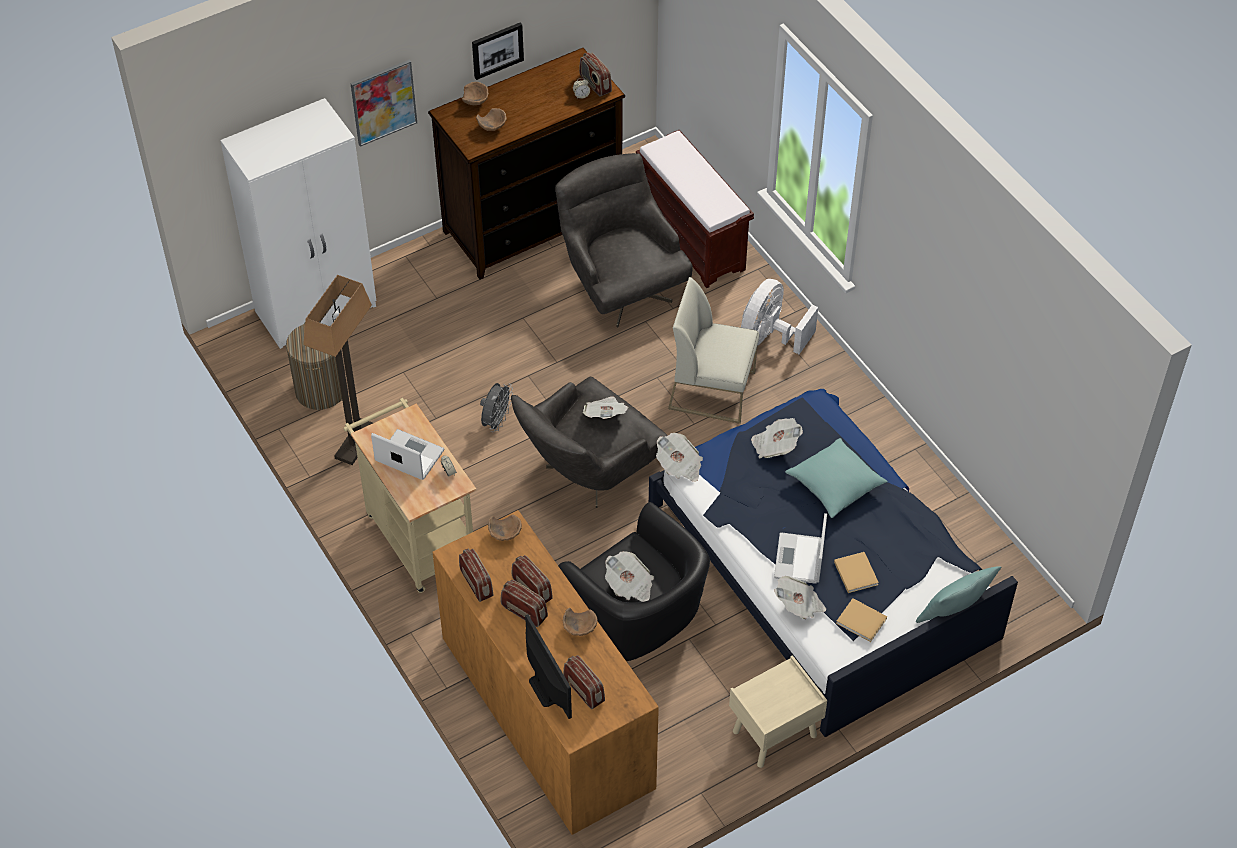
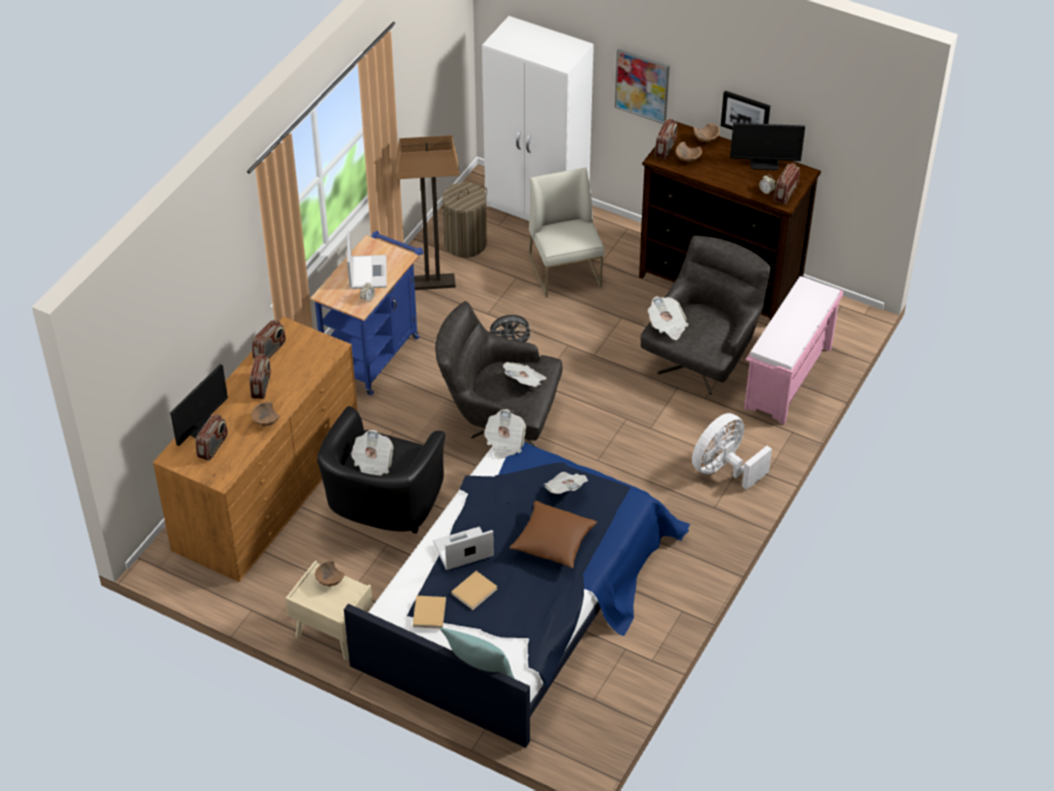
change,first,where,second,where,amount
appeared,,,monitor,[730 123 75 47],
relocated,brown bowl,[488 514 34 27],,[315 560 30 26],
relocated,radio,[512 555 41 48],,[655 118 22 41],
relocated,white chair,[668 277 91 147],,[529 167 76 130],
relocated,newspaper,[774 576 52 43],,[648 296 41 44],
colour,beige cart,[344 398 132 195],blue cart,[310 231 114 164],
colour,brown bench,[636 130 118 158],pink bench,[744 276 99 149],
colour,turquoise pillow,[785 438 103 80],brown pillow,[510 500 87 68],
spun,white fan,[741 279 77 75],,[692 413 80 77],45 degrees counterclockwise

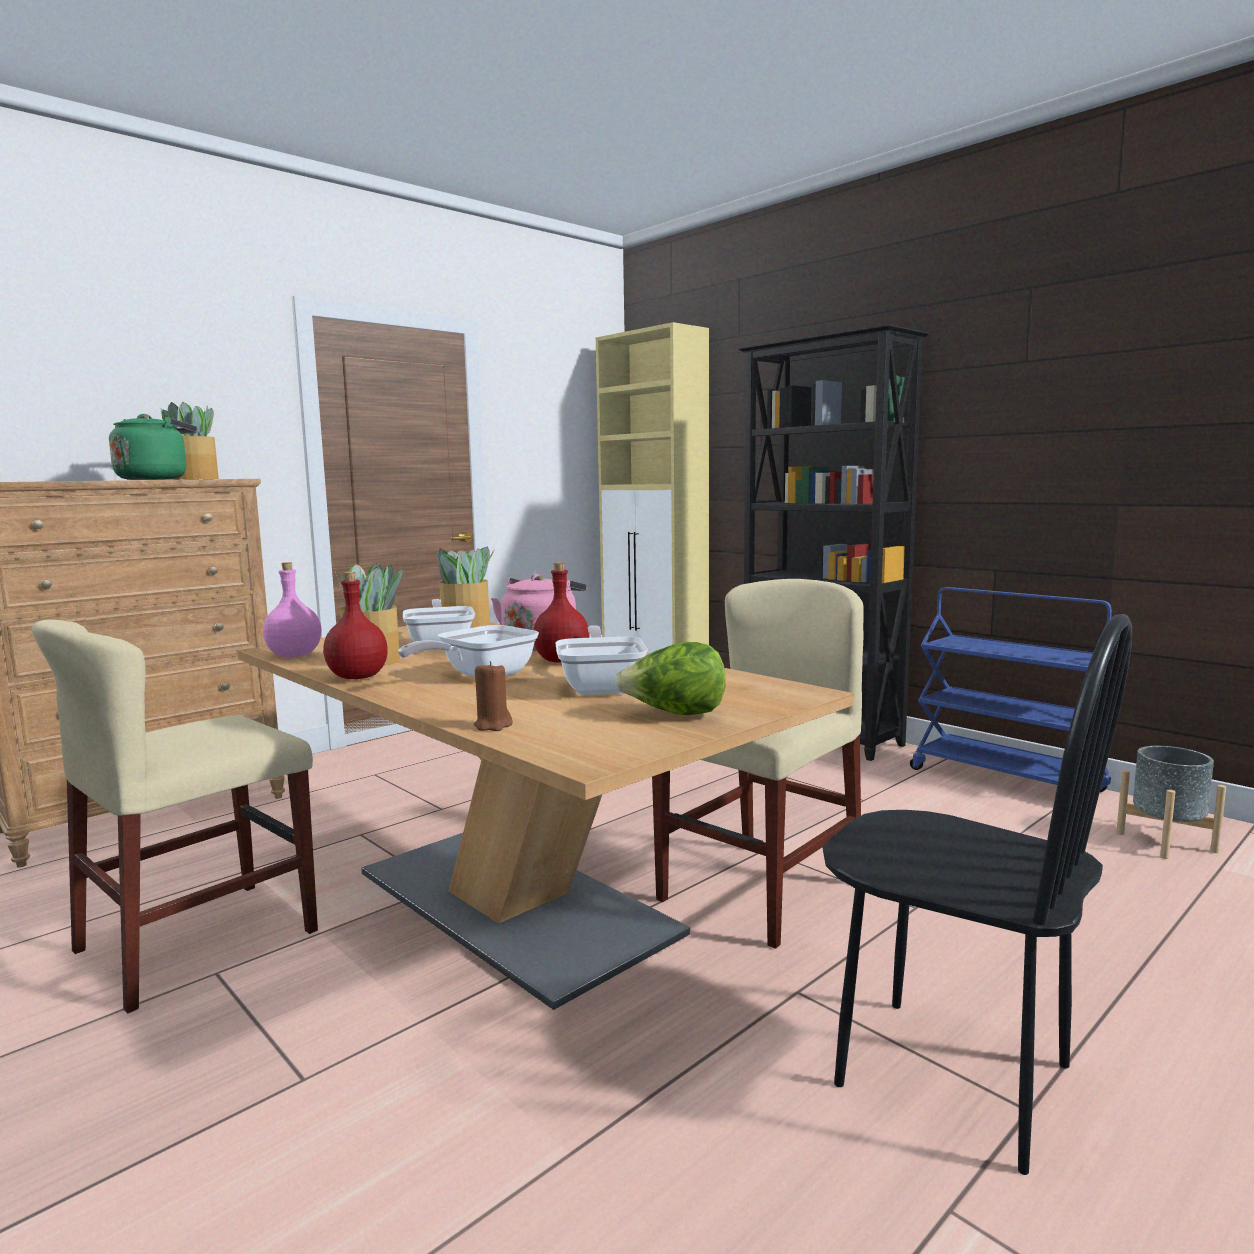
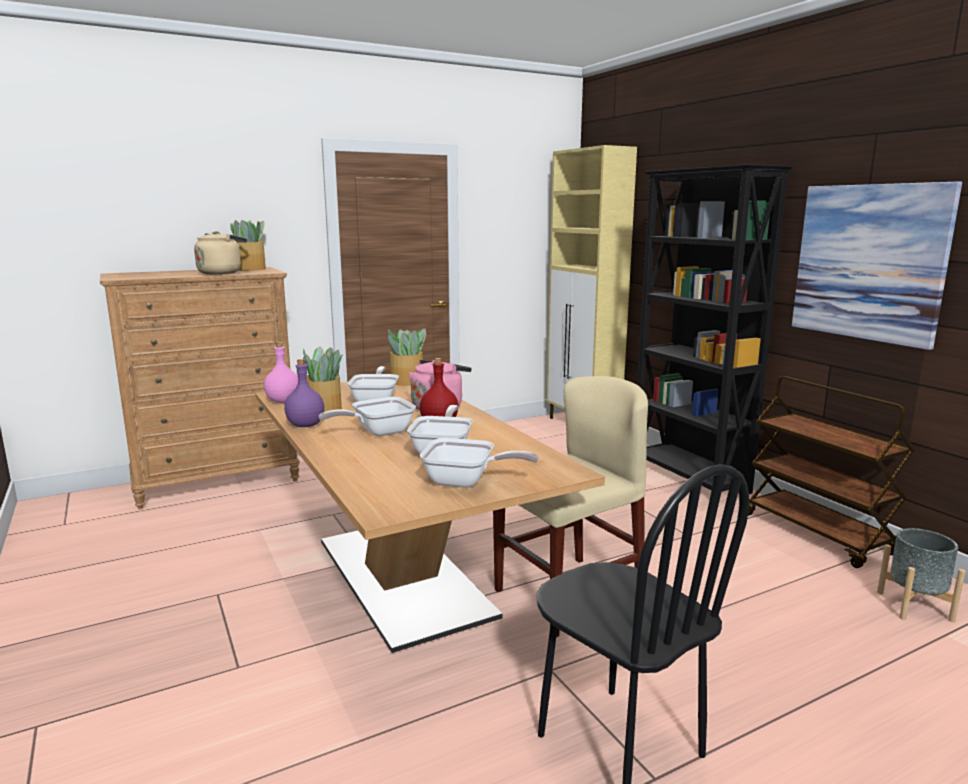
change,first,where,second,where,amount
missing,beige chair,[32 619 286 395],,,
missing,brown candle,[474 661 39 70],,,
appeared,,,picture,[792 182 170 168],
exchanged,lettuce,[614 642 112 73],frying pan,[420 438 119 50],
colour,green kettle,[109 414 88 66],beige kettle,[194 231 53 43],
colour,red bottle,[323 572 65 107],purple bottle,[284 359 40 68],
colour,blue cart,[910 587 202 205],brown cart,[748 376 167 192],

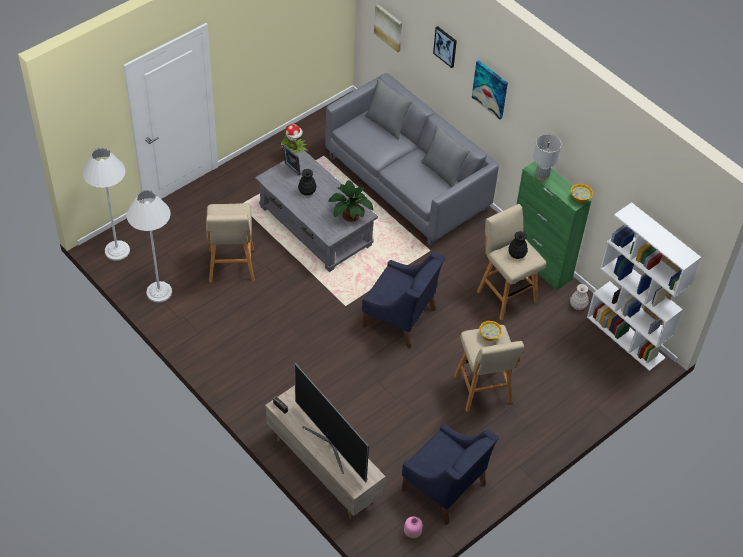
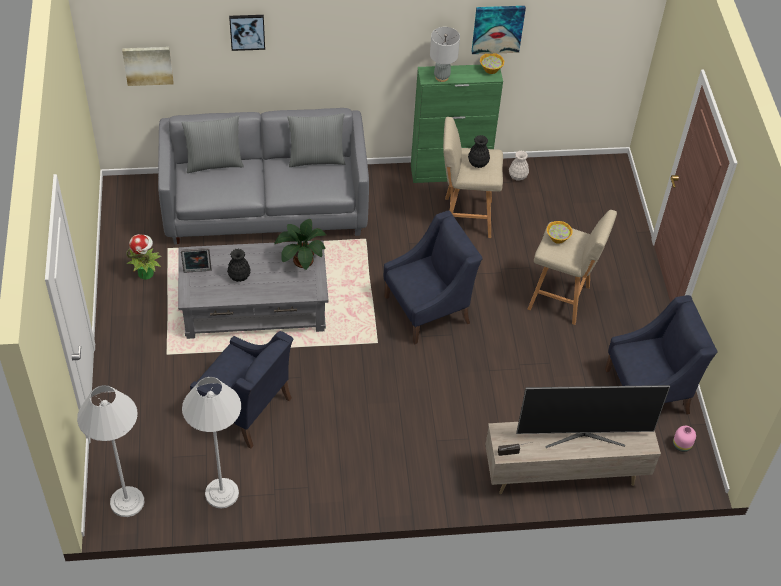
change,first,where,second,where,amount
missing,white bookcase,[587 202 114 169],,,
relocated,picture,[472 60 36 60],,[471 6 55 48],
exchanged,beige stool,[206 203 49 79],blue armchair,[190 331 103 118],

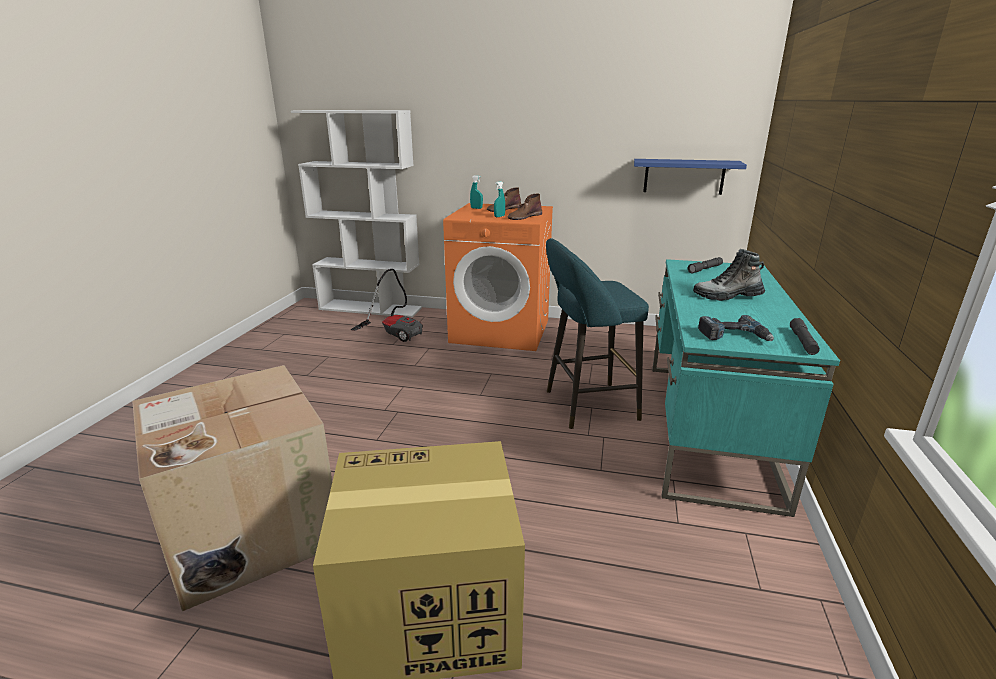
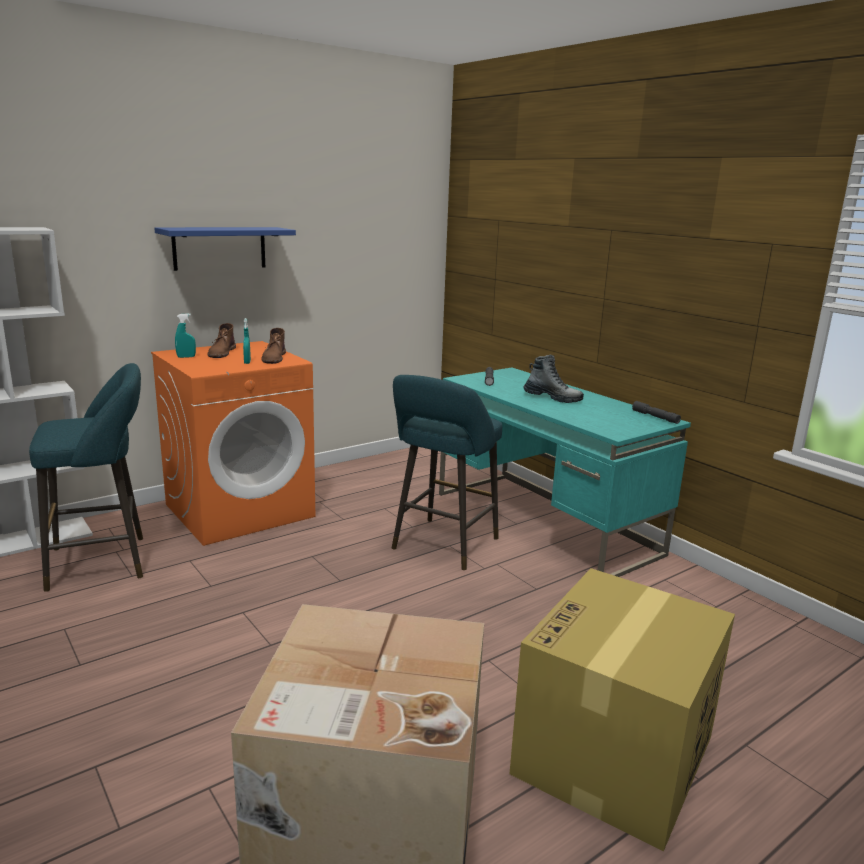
change,first,where,second,where,amount
missing,power drill,[698 315 76 26],,,
relocated,blue shelf,[634 159 113 36],,[154 227 142 44],
exchanged,vacuum cleaner,[351 269 72 73],turquoise stool,[29 363 114 229],
spun,boot,[693 249 72 52],,[523 355 61 48],105 degrees counterclockwise

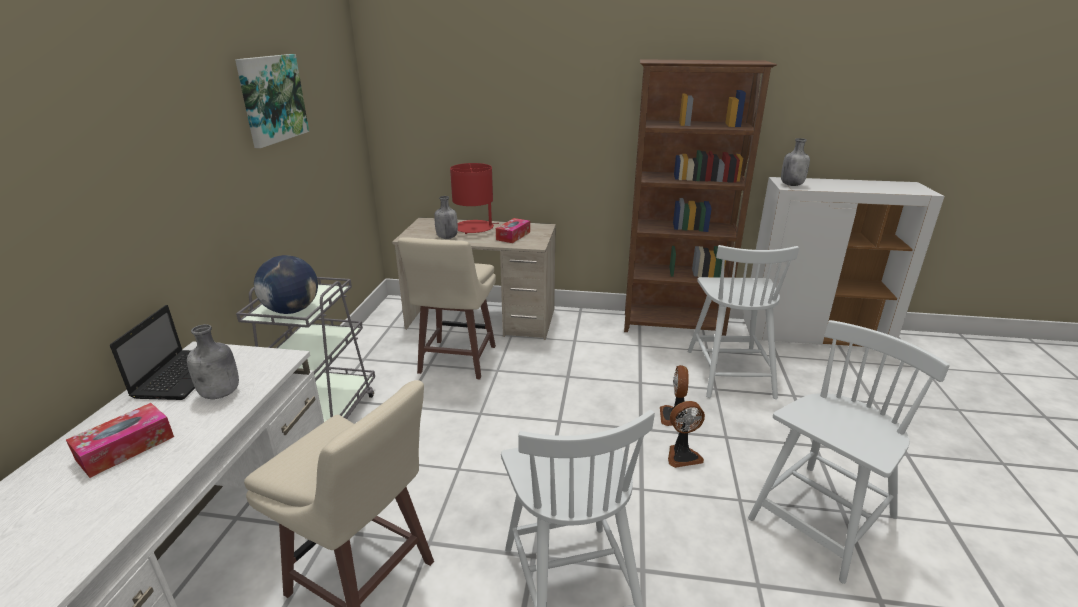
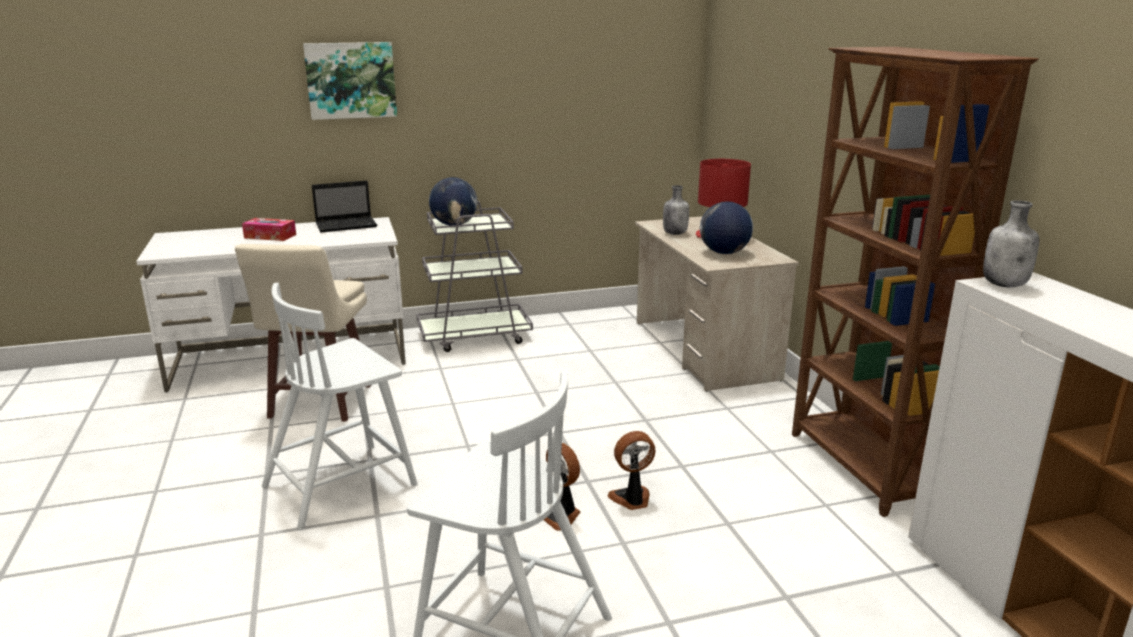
change,first,where,second,where,amount
missing,grey bottle,[187 324 52 75],,,
missing,beige stool,[398 237 98 142],,,
missing,white chair,[688 245 111 154],,,
relocated,picture,[235 54 74 94],,[303 42 94 78],
exchanged,tissue box,[496 218 34 25],globe,[700 201 53 53],

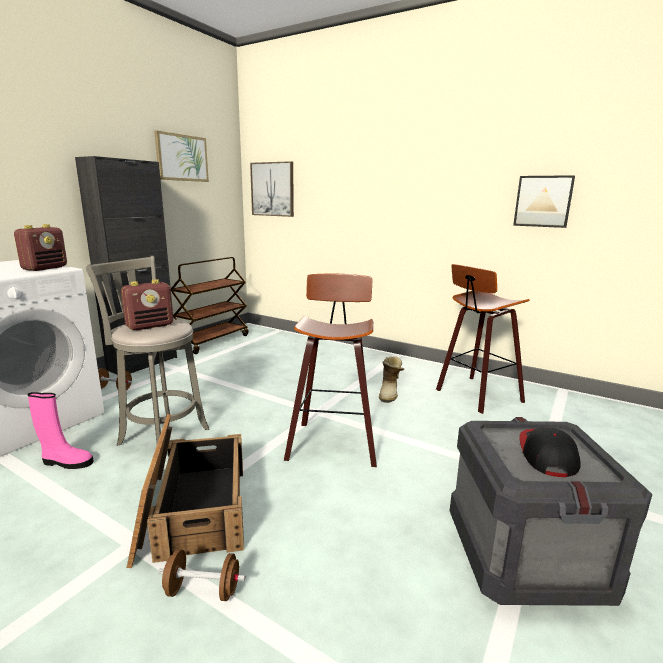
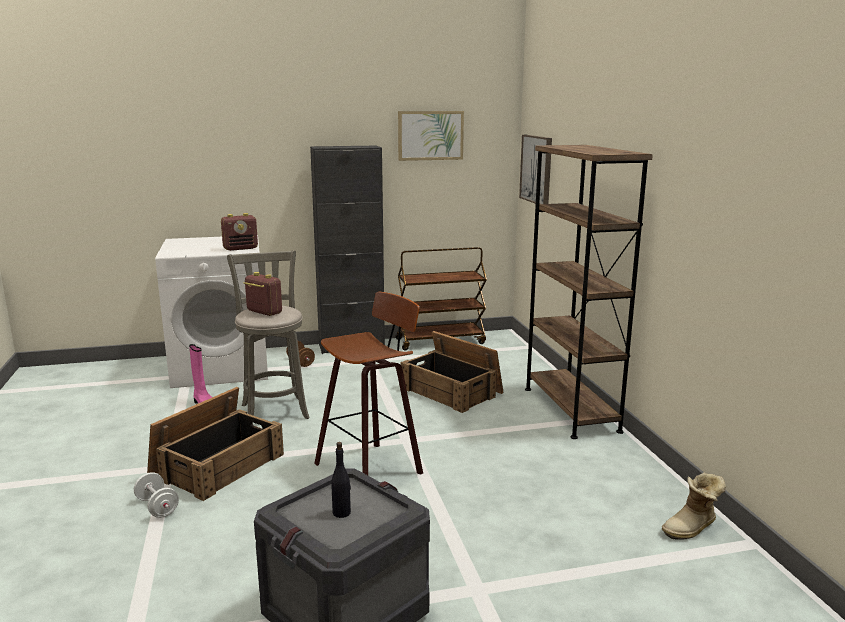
change,first,where,second,where,amount
missing,stool,[436 264 94 150],,,
missing,picture,[513 175 62 53],,,
appeared,,,crate,[400 331 104 82],
appeared,,,brown bookcase,[525 145 128 294],
relocated,boot,[379 356 25 47],,[662 472 64 68],
exchanged,cap,[519 427 62 50],black bottle,[331 442 20 76],
colour,brown dumbbell,[158 549 87 52],white dumbbell,[134 472 45 46],
spun,radio,[121 279 53 51],,[244 272 38 44],150 degrees counterclockwise

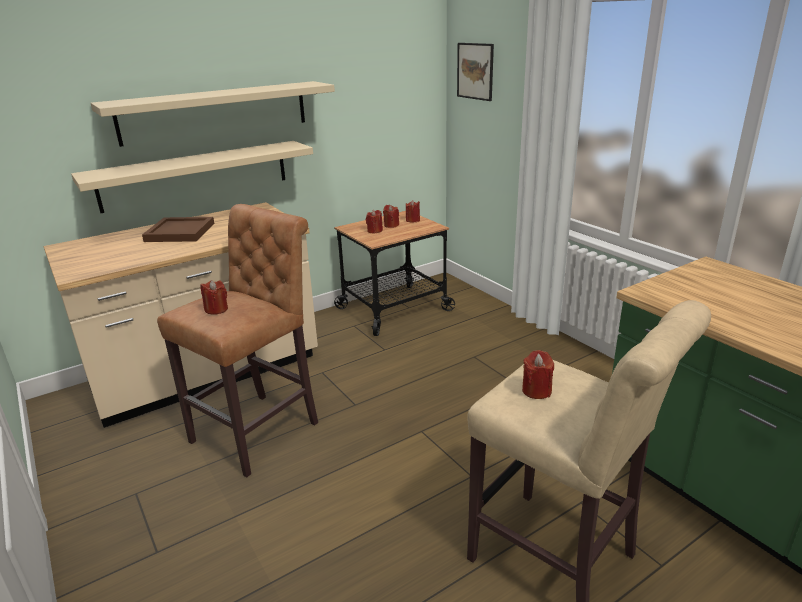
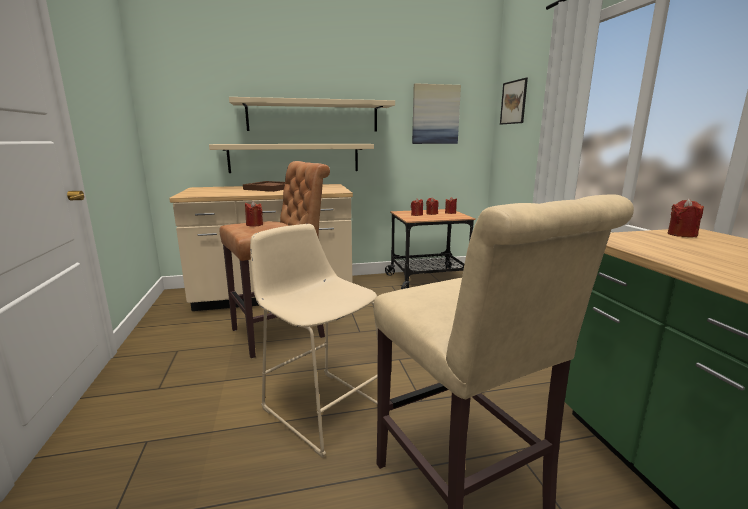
change,first,where,second,where,amount
appeared,,,beige stool,[250 224 128 234],
appeared,,,picture,[412 83 49 61],
relocated,red candle,[522 350 32 49],,[668 199 36 38],

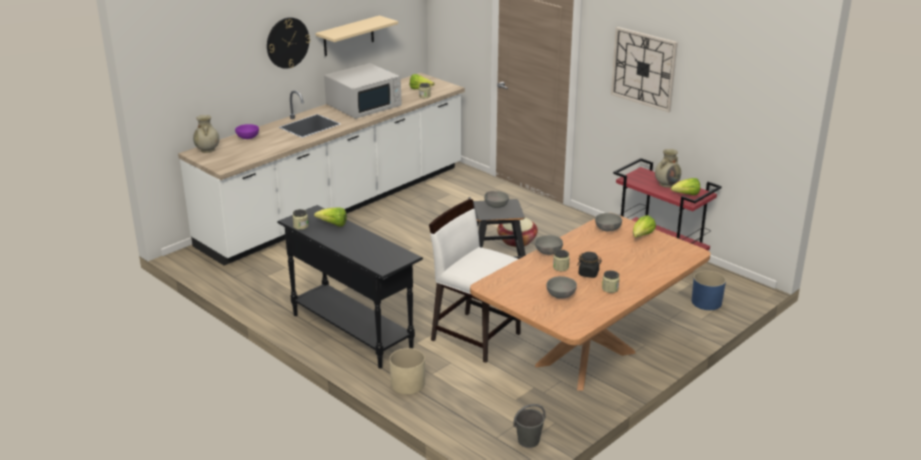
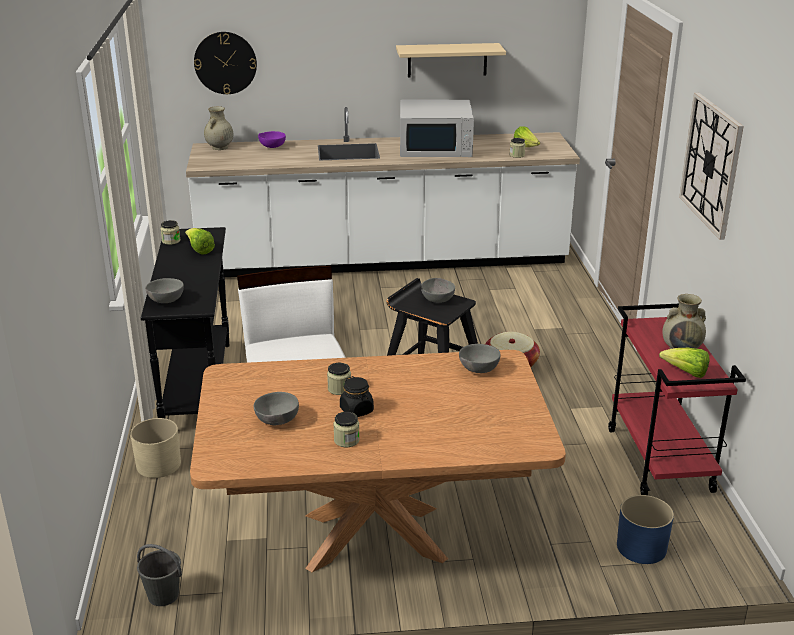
change,first,where,second,where,amount
missing,lettuce,[633 215 23 22],,,
relocated,wall clock,[267 17 43 52],,[194 32 63 62],
relocated,grey bowl,[535 235 28 20],,[145 278 39 25],

